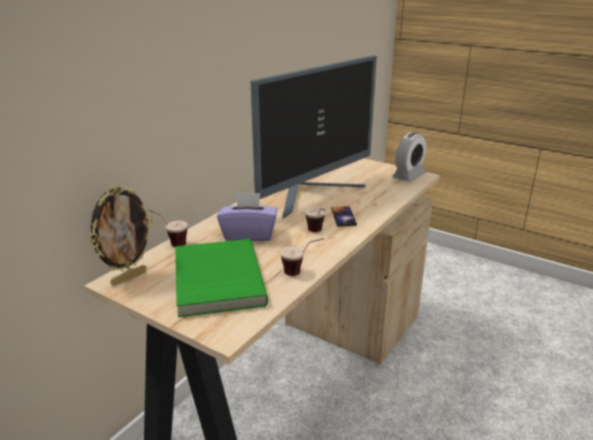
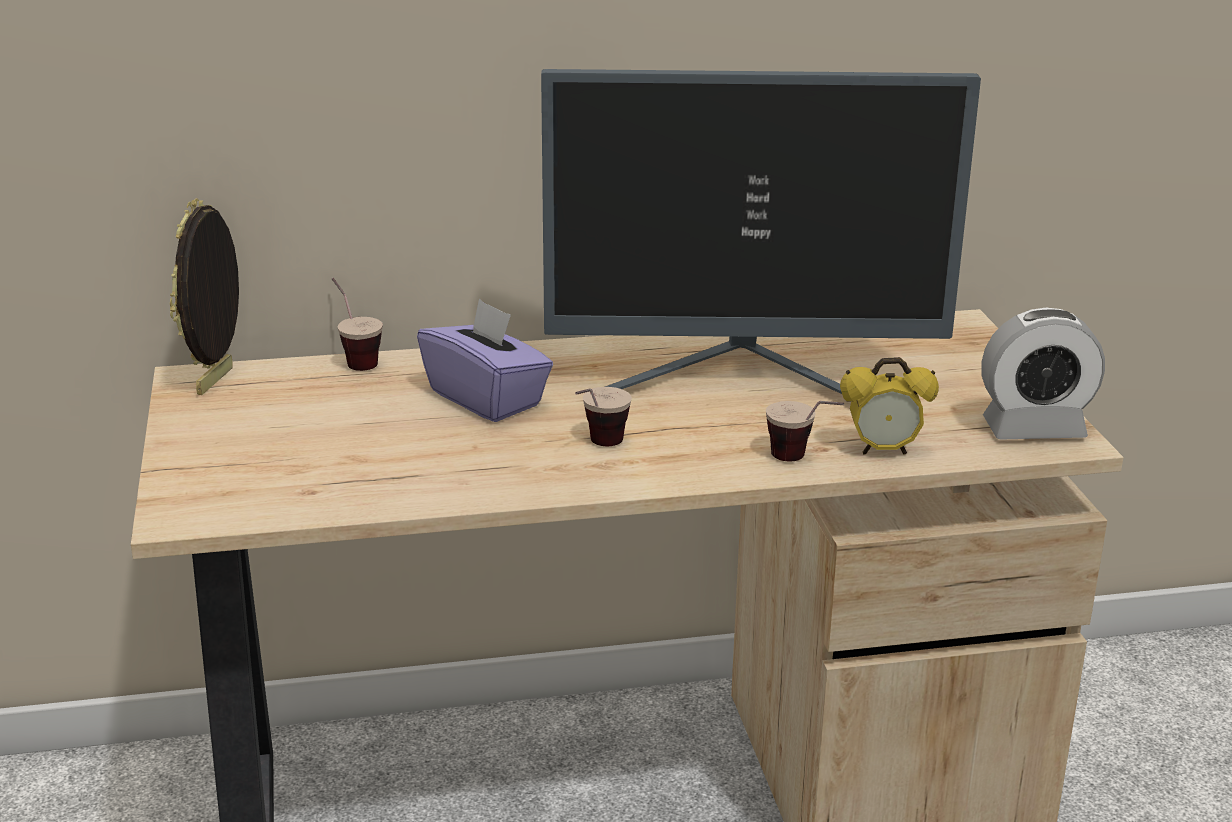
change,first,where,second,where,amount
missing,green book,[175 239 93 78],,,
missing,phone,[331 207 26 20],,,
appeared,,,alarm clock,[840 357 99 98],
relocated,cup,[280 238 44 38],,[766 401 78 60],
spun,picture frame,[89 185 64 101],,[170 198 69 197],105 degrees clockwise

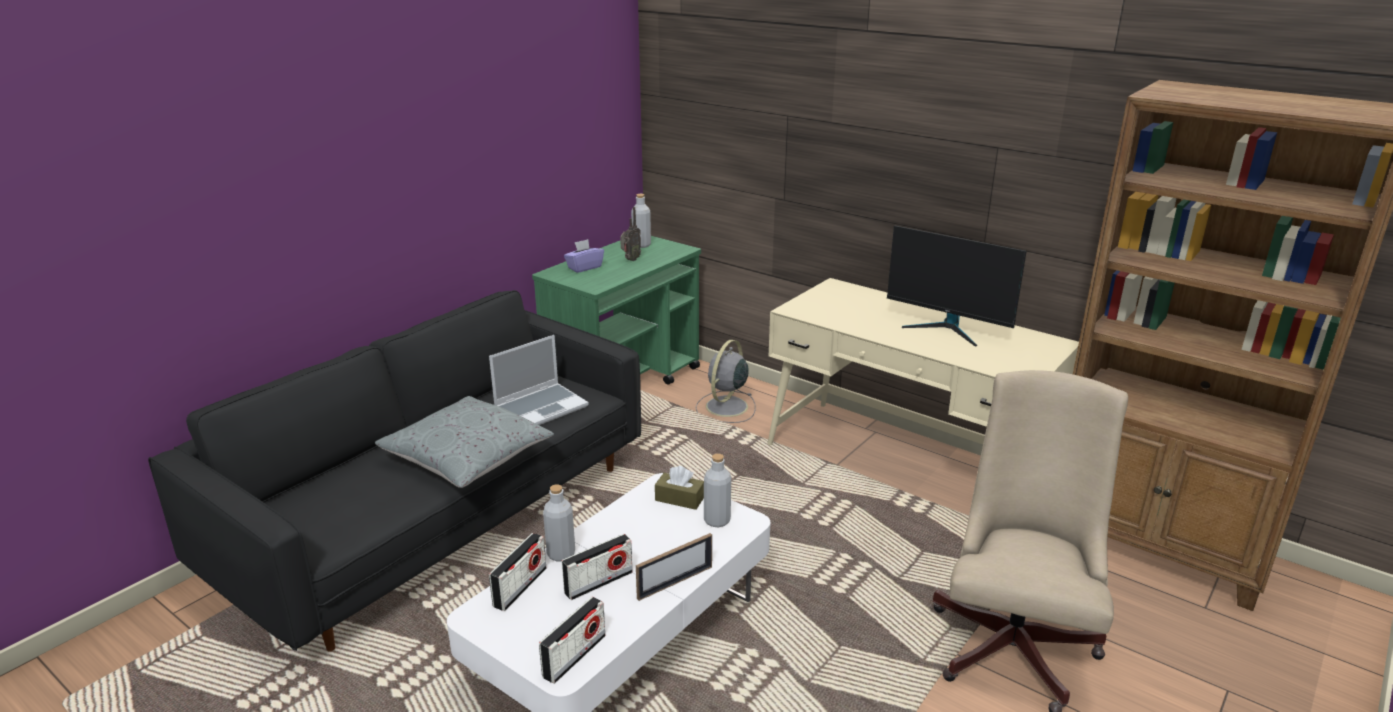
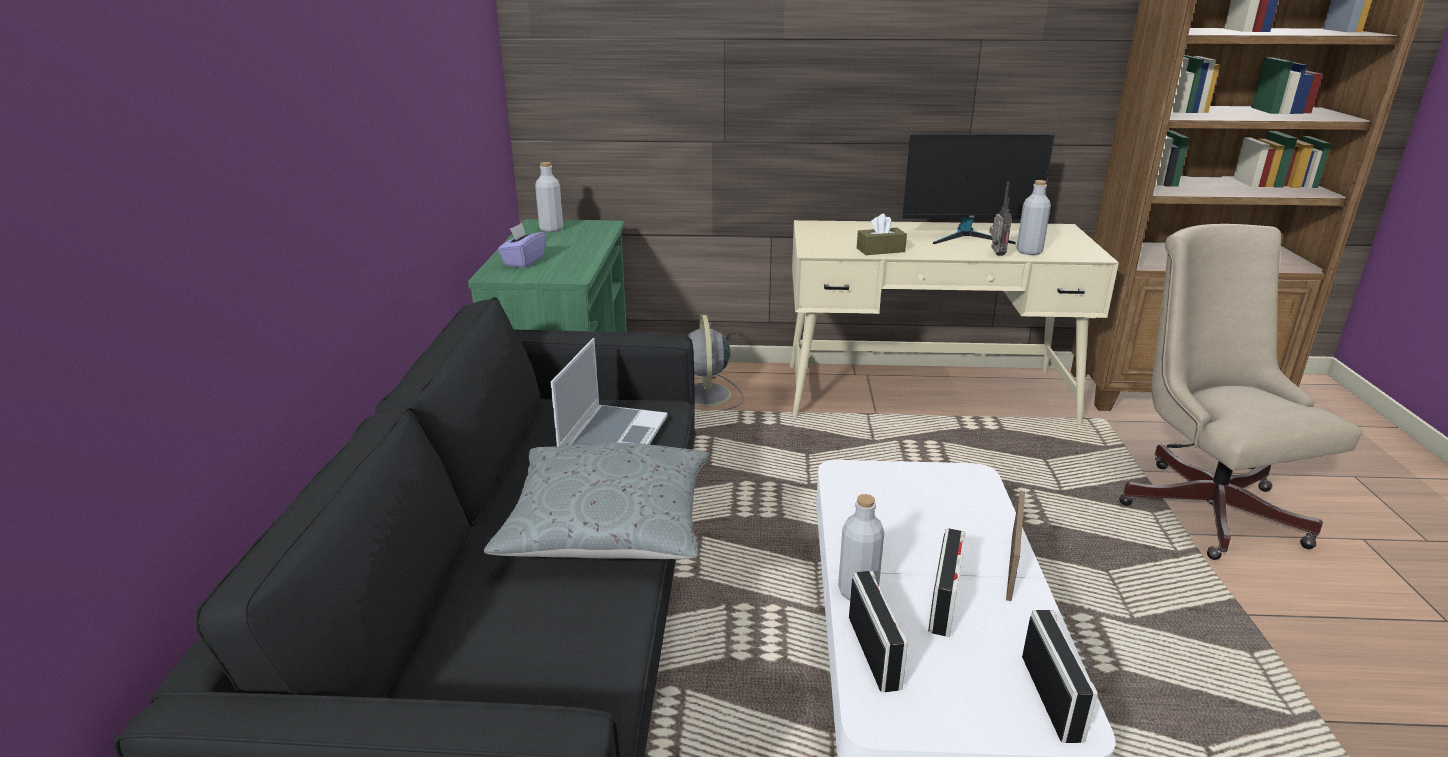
change,first,where,second,where,amount
relocated,radio,[620 207 21 54],,[989 182 23 74],
relocated,brown tissue box,[655 466 49 44],,[857 214 50 41],
relocated,grey bottle,[704 454 27 73],,[1017 180 34 75],

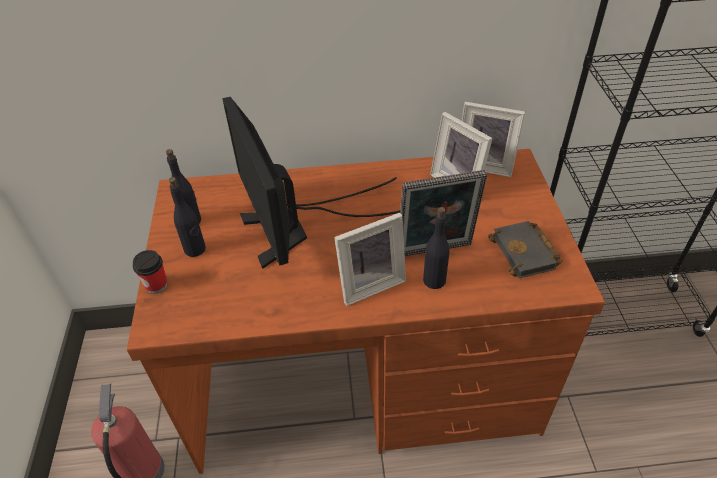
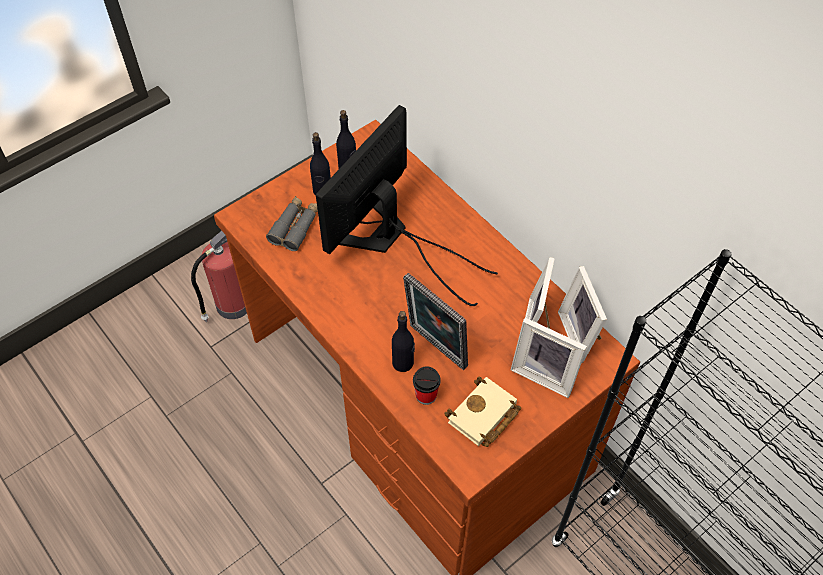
change,first,where,second,where,amount
appeared,,,grey binoculars,[266 196 52 55],
relocated,cup,[133 250 35 44],,[413 366 28 39],
relocated,picture frame,[334 213 72 93],,[511 318 76 80],
colour,black book,[488 221 74 57],beige book,[444 377 77 70],

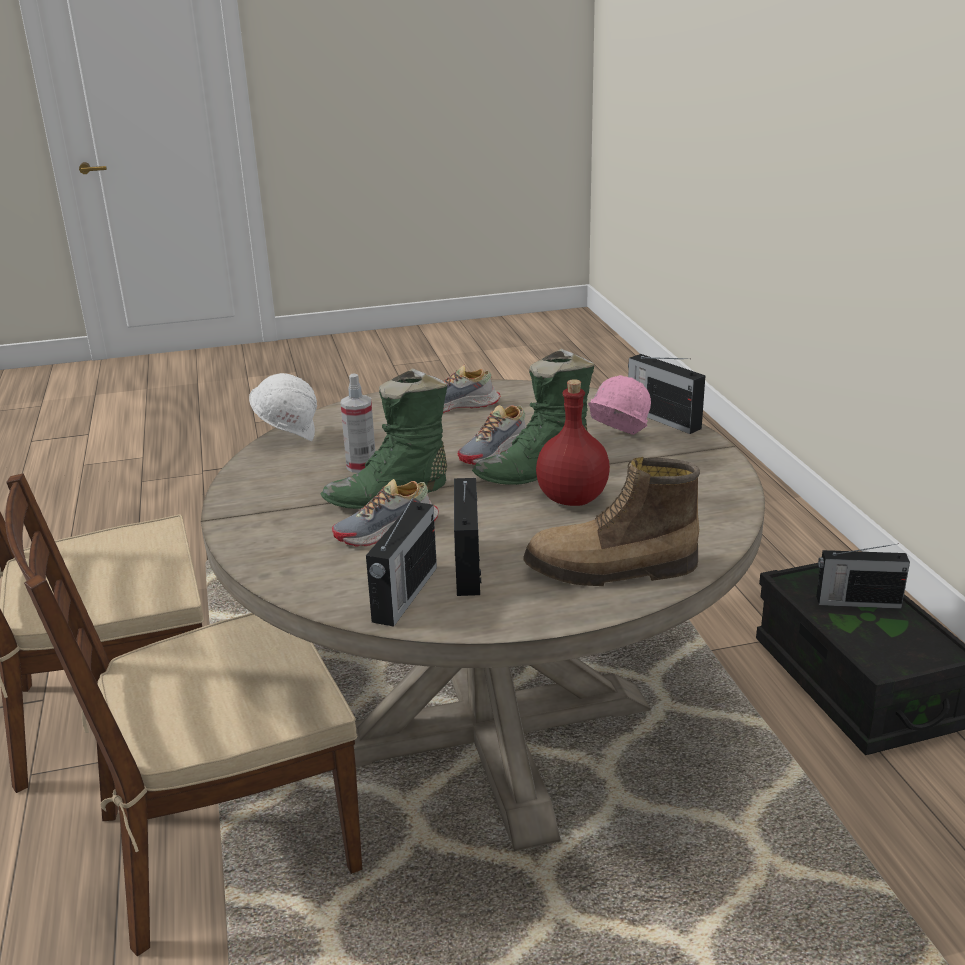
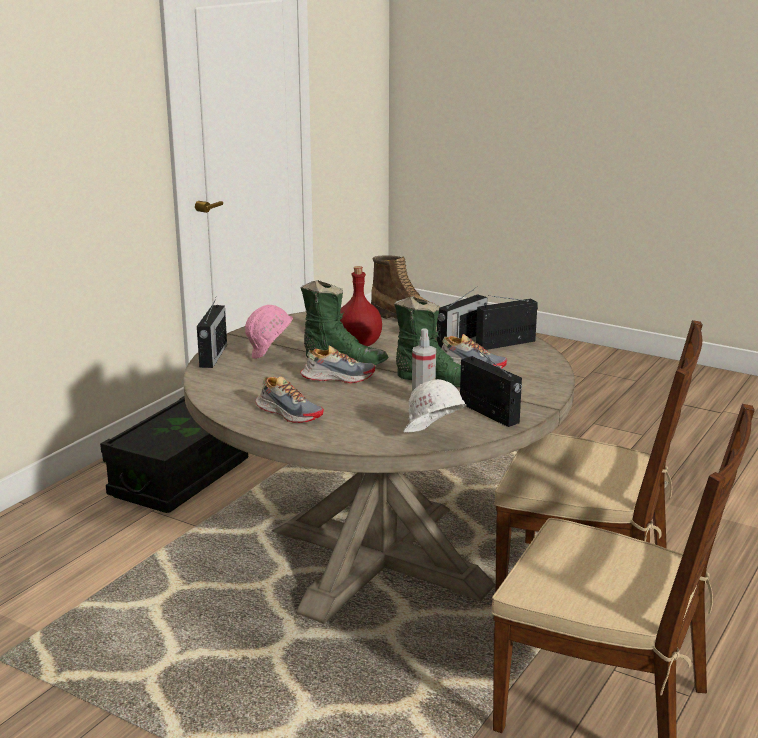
change,first,where,second,where,amount
relocated,radio,[816 543 94 66],,[460 347 62 80],

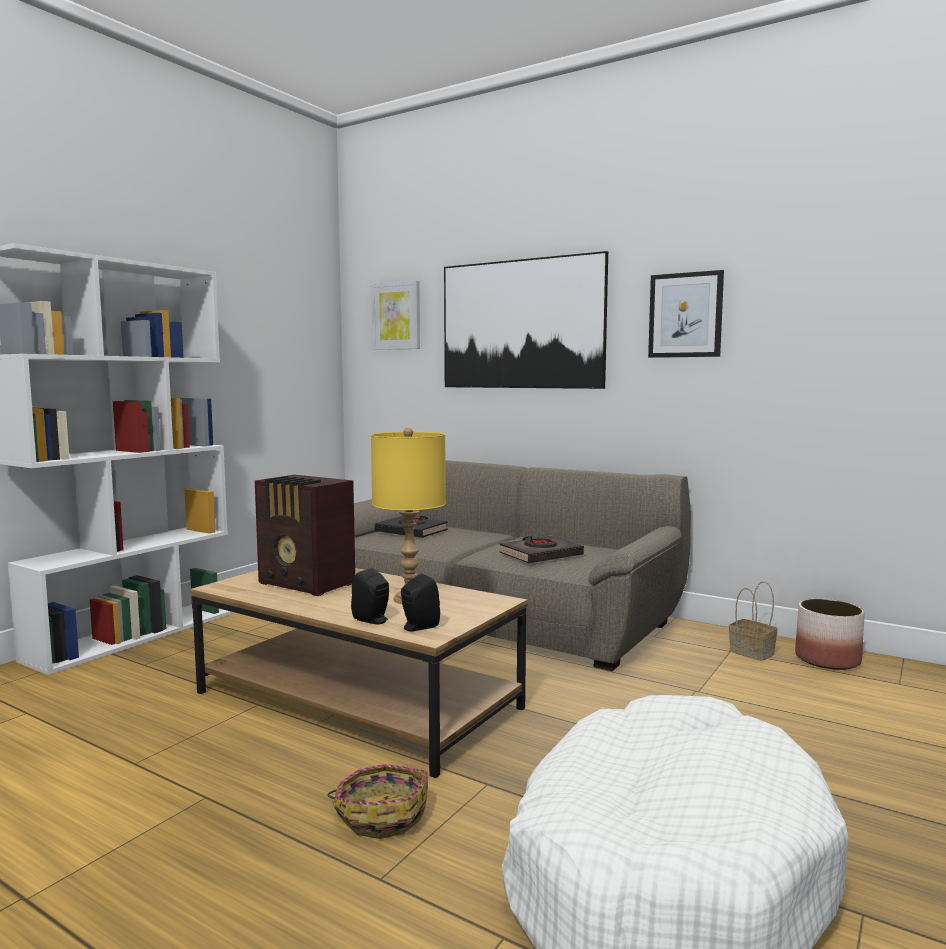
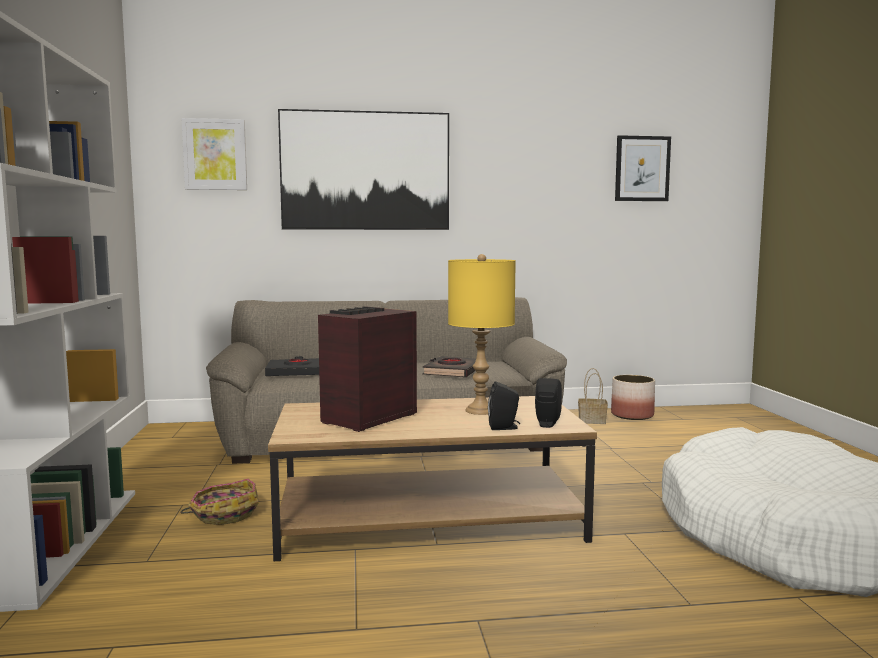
change,first,where,second,where,amount
relocated,basket,[328 764 100 75],,[180 479 79 46],
relocated,picture,[648 270 76 88],,[615 135 56 66],
spun,radio,[254 475 101 121],,[318 306 99 126],135 degrees clockwise

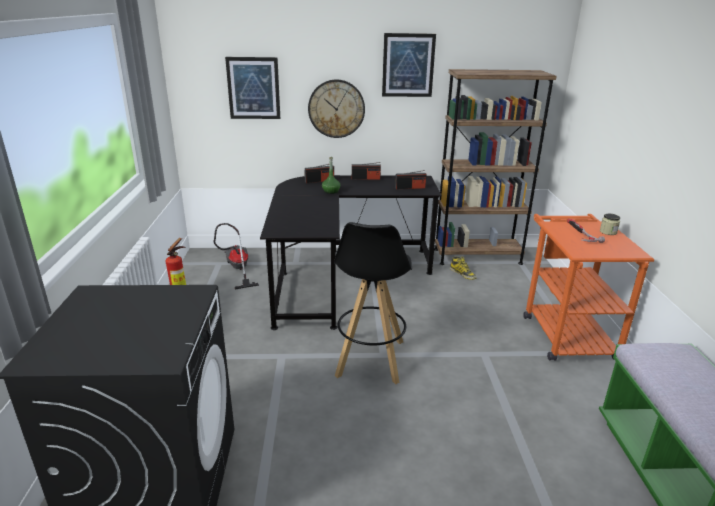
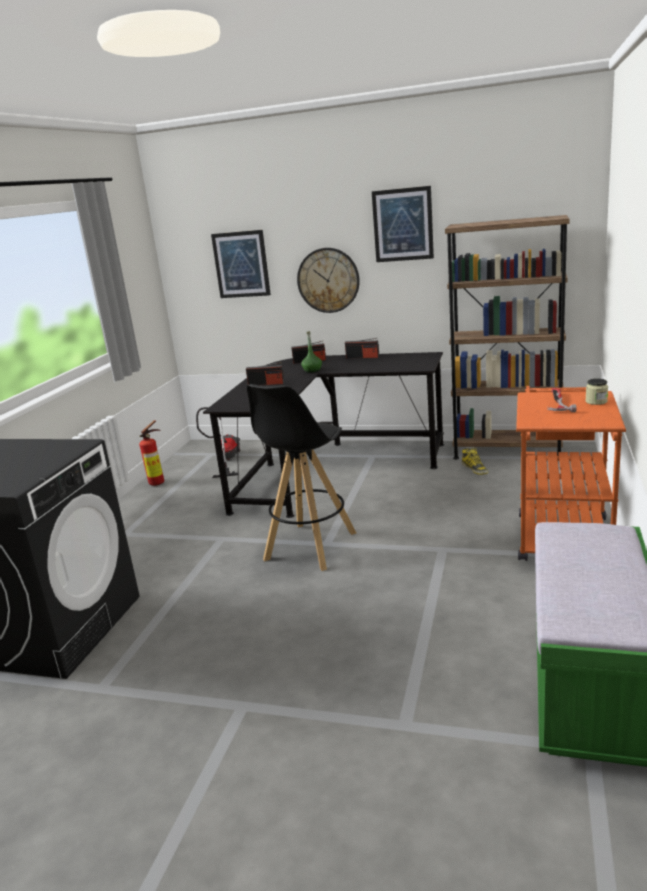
change,first,where,second,where,amount
relocated,radio,[395 170 32 20],,[246 362 38 23],

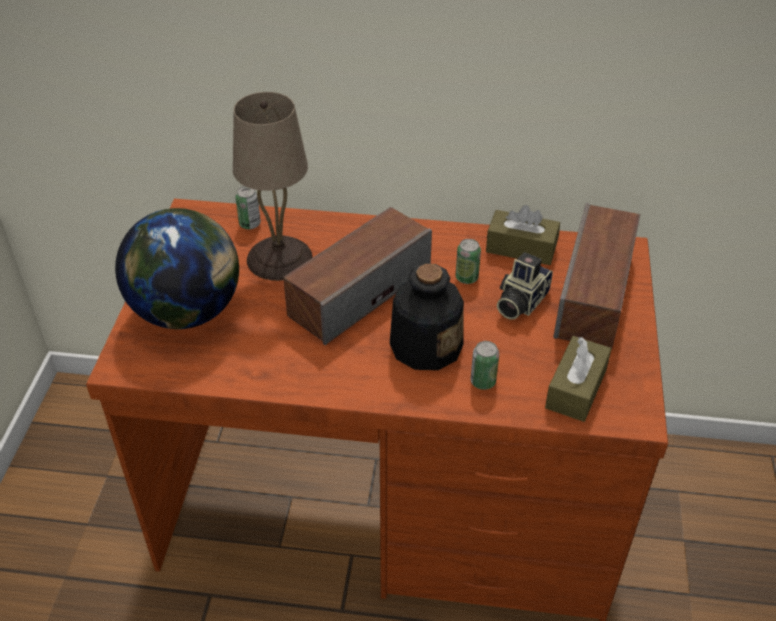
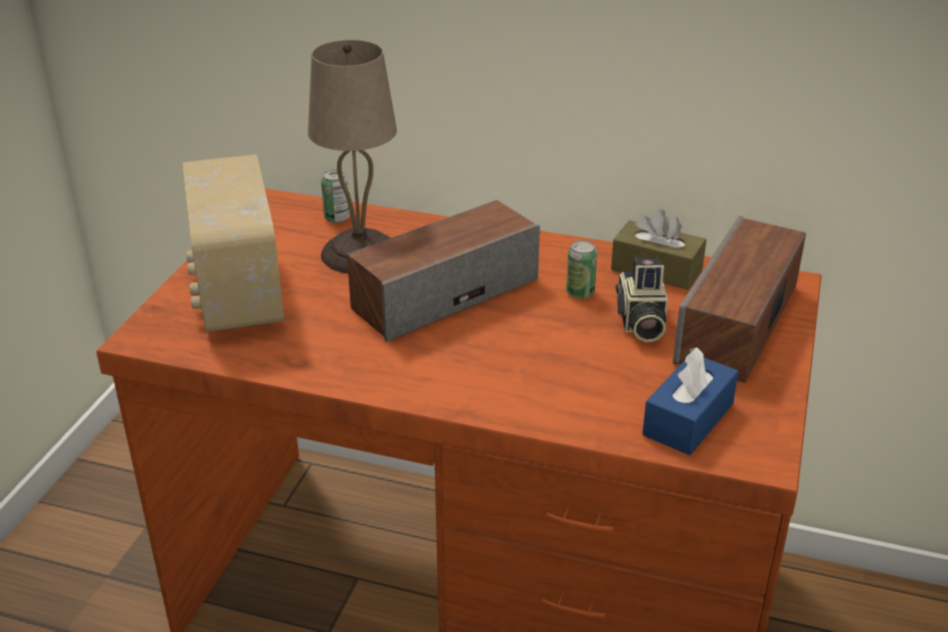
change,first,where,second,where,amount
missing,bottle,[390 264 74 106],,,
missing,can,[470 341 29 49],,,
exchanged,globe,[115 208 124 121],radio,[182 154 102 178],
colour,brown tissue box,[545 336 66 86],blue tissue box,[642 347 97 108],
spun,photo camera,[497 252 56 68],,[616 257 52 85],45 degrees counterclockwise

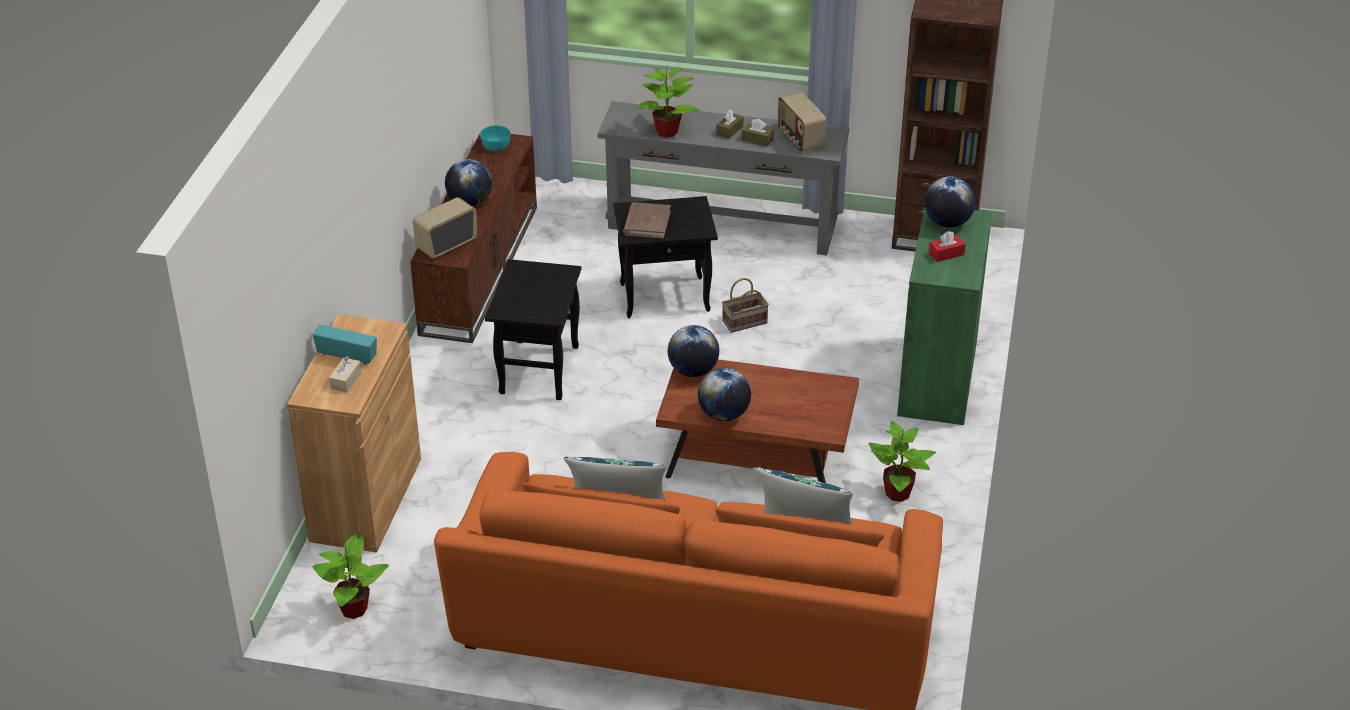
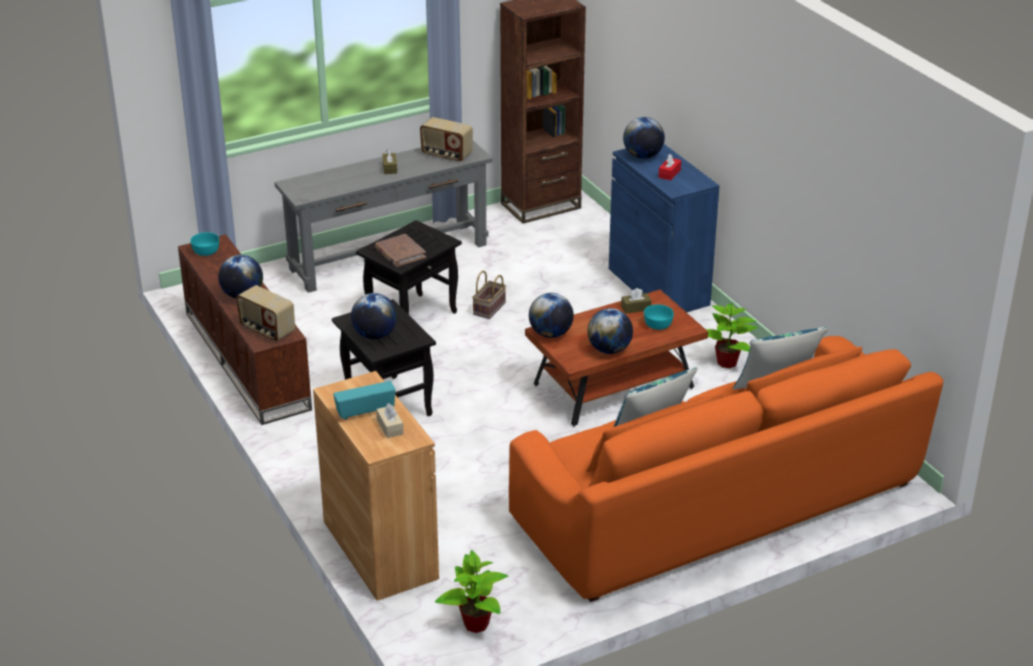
change,first,where,second,where,amount
missing,potted plant,[636 67 63 71],,,
appeared,,,globe,[351 293 46 46],
appeared,,,turquoise bowl,[644 304 30 26],
relocated,brown tissue box,[742 119 32 28],,[621 288 30 26],
colour,green cabinet,[897 207 95 218],blue cabinet,[609 144 110 168],
spun,radio,[413 197 64 62],,[236 285 59 56],60 degrees counterclockwise

